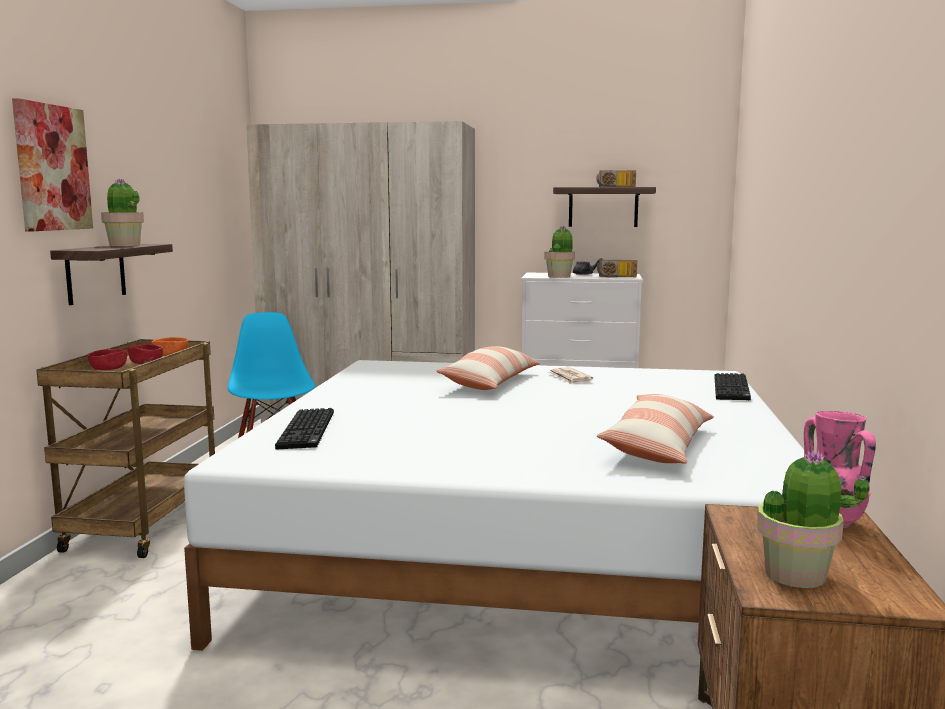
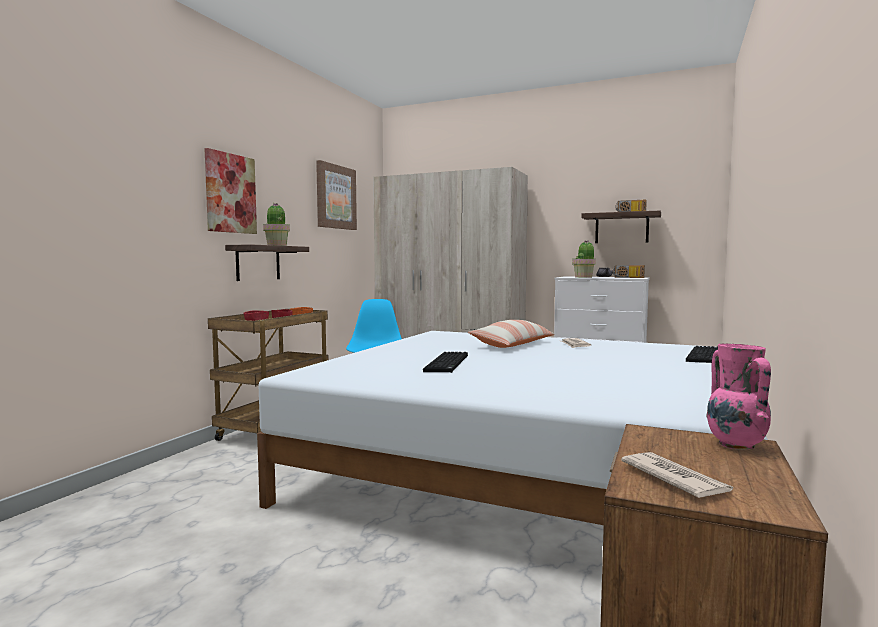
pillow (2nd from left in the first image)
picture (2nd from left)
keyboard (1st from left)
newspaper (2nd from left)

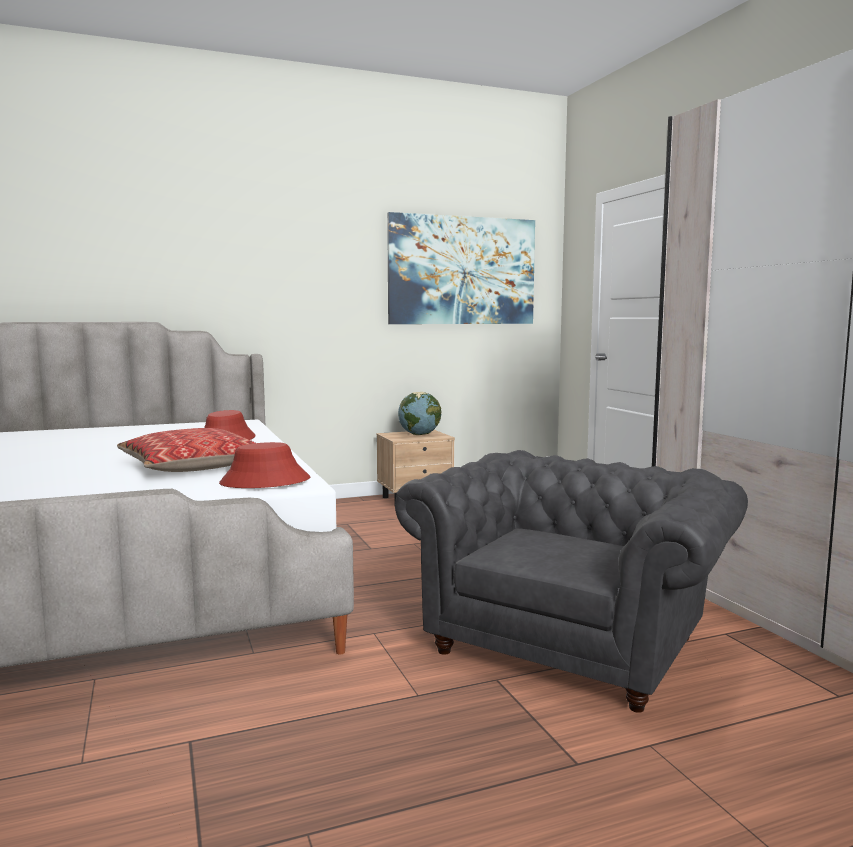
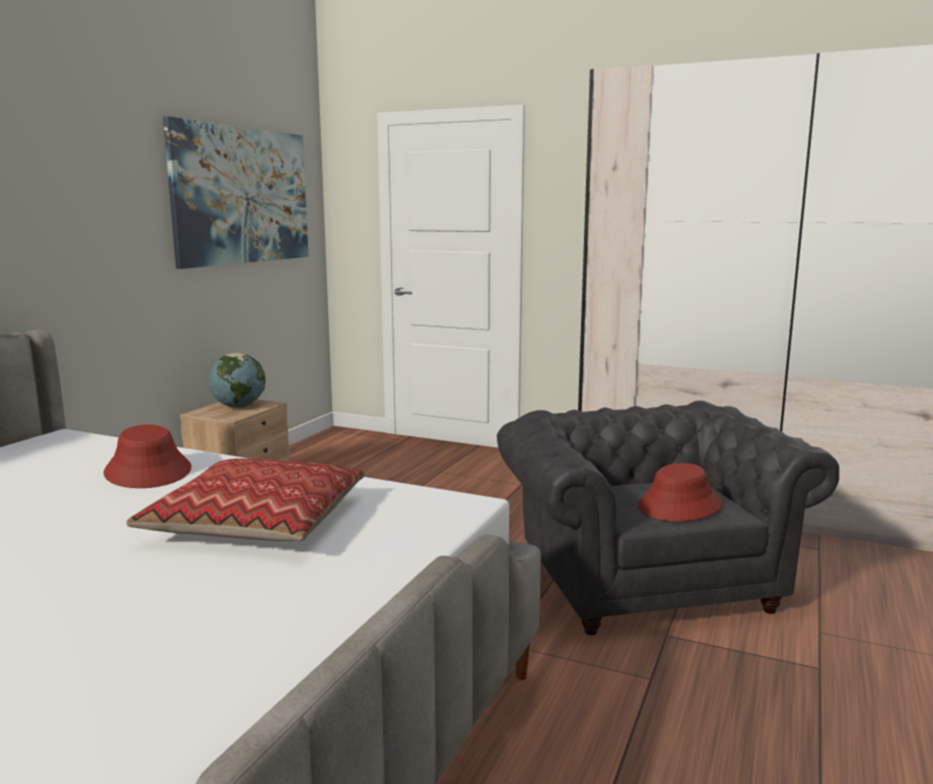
hat (red) (2nd from left)

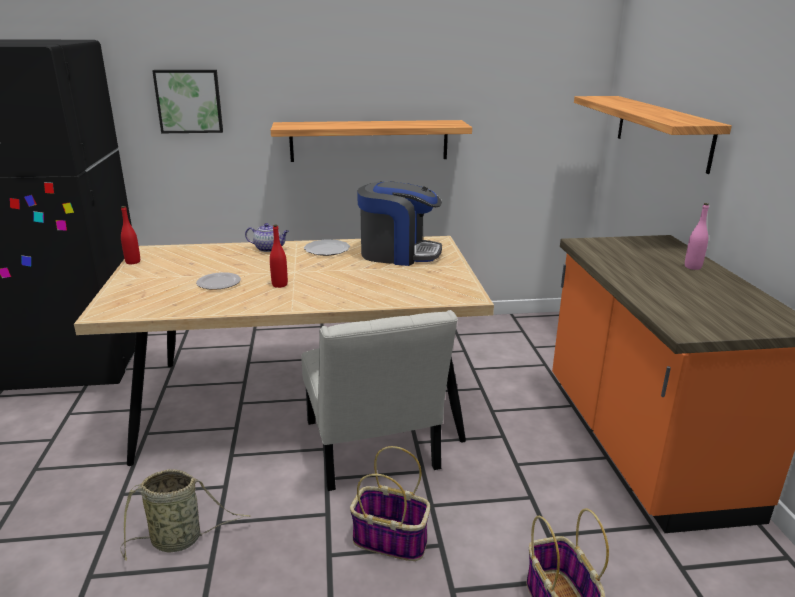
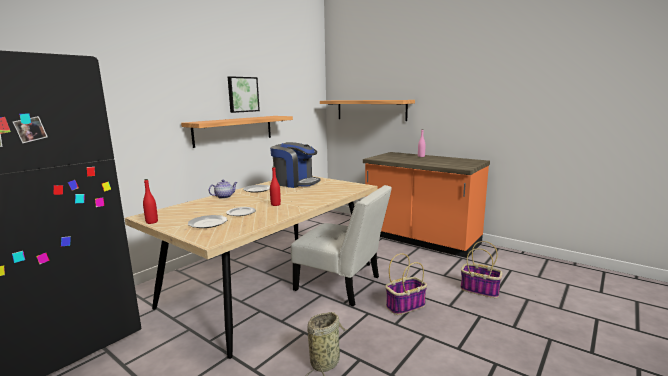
plate (1st from left)
picture
coffee machine

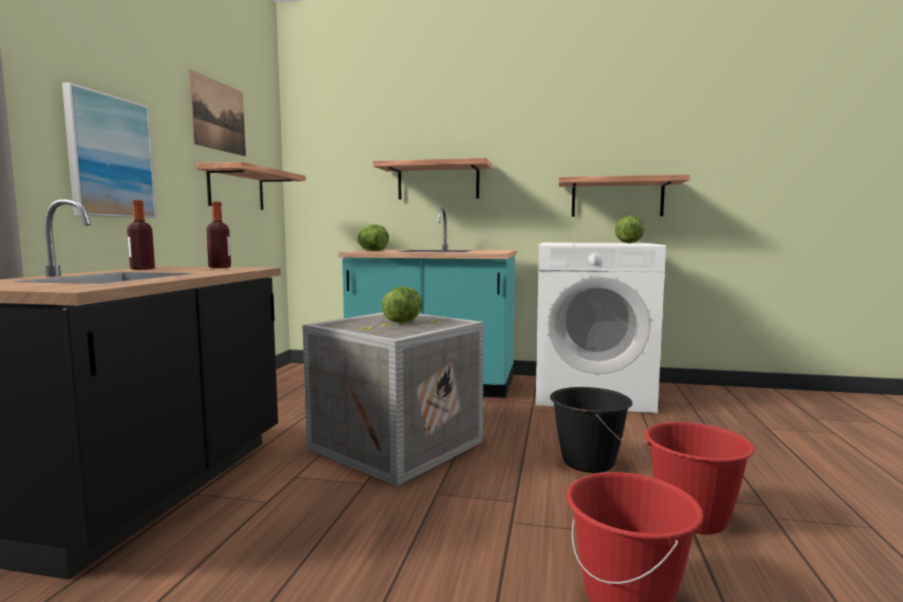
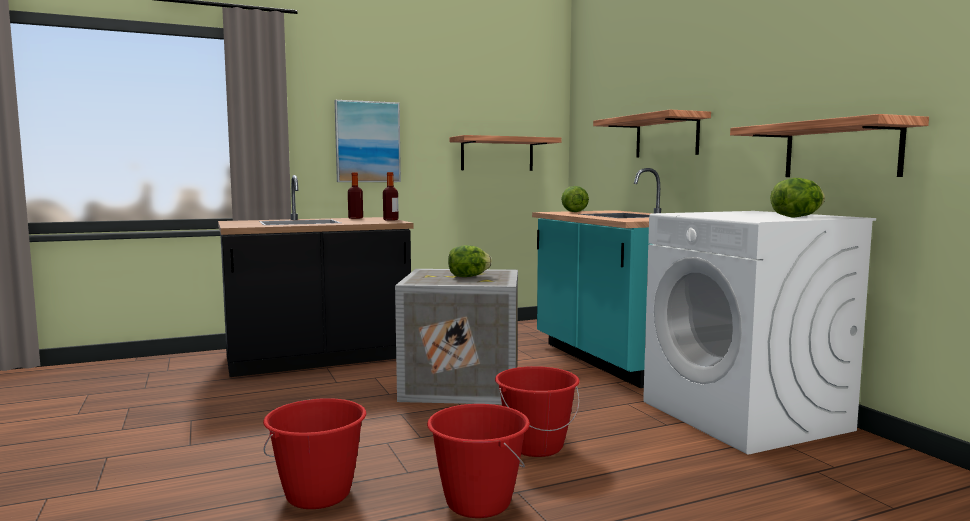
picture (2nd from left in the first image)
bucket (red) (3rd from left)

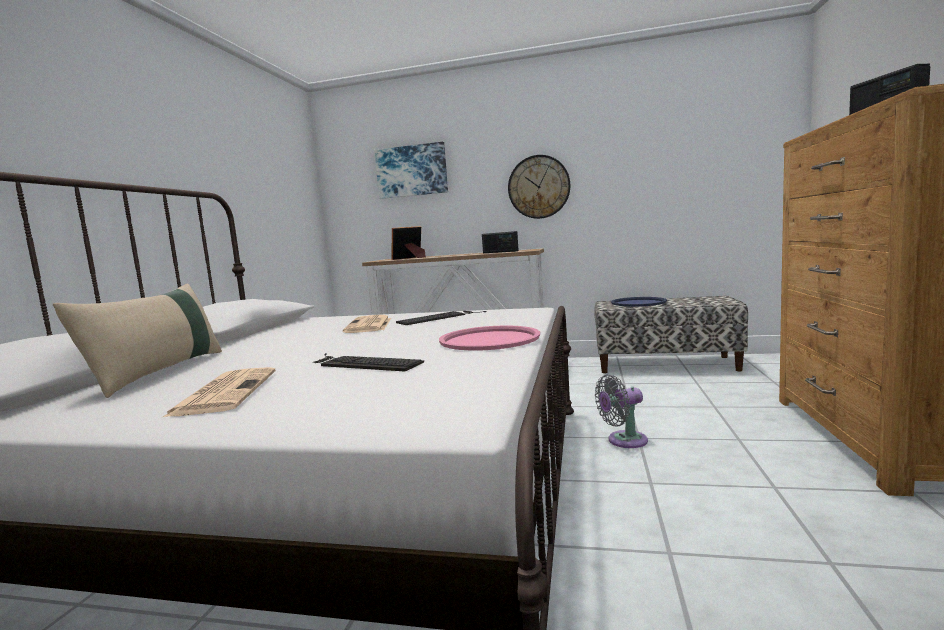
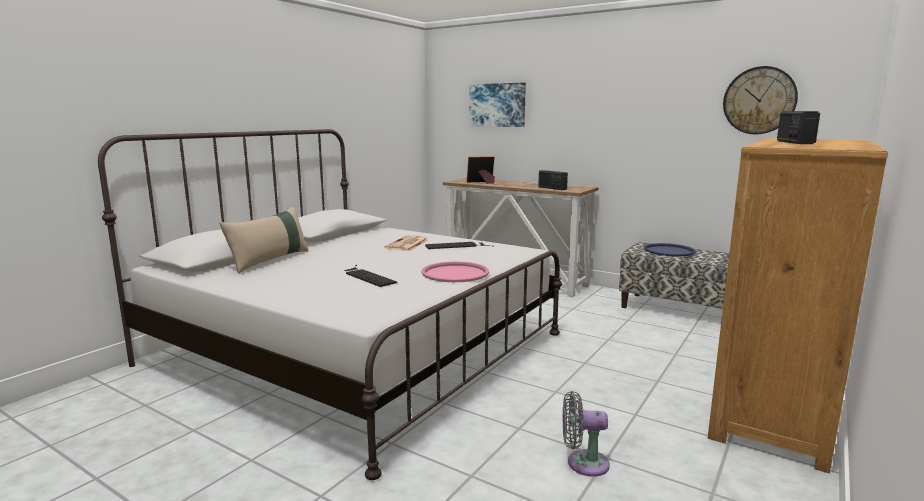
newspaper (1st from left in the first image)
wall clock
fan (grey)

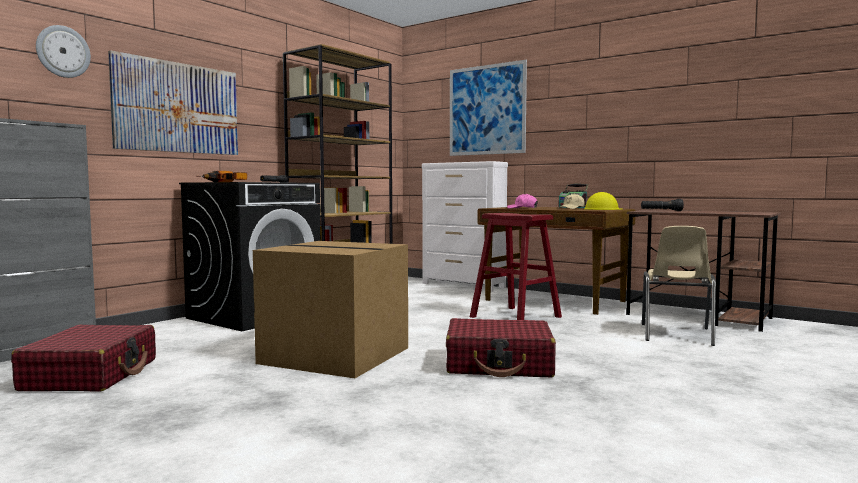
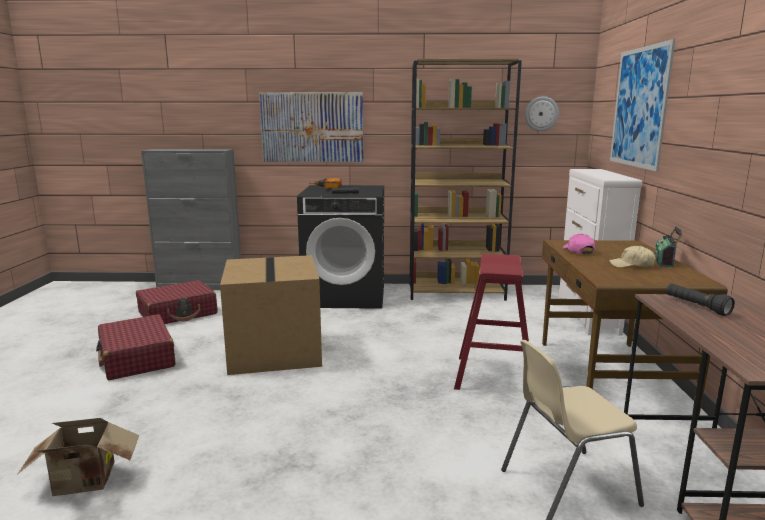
hard hat (yellow)
cardboard box (1st from left)
wall clock
suitcase (red) (1st from left)

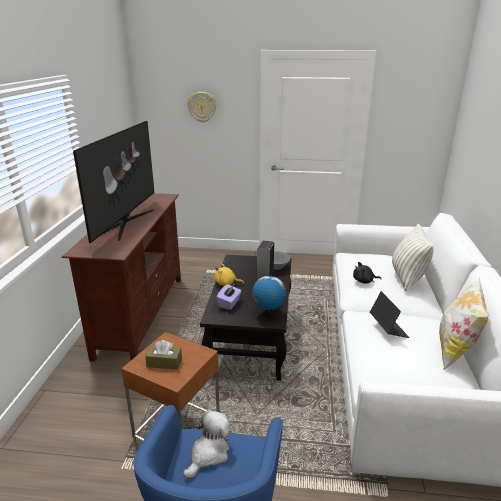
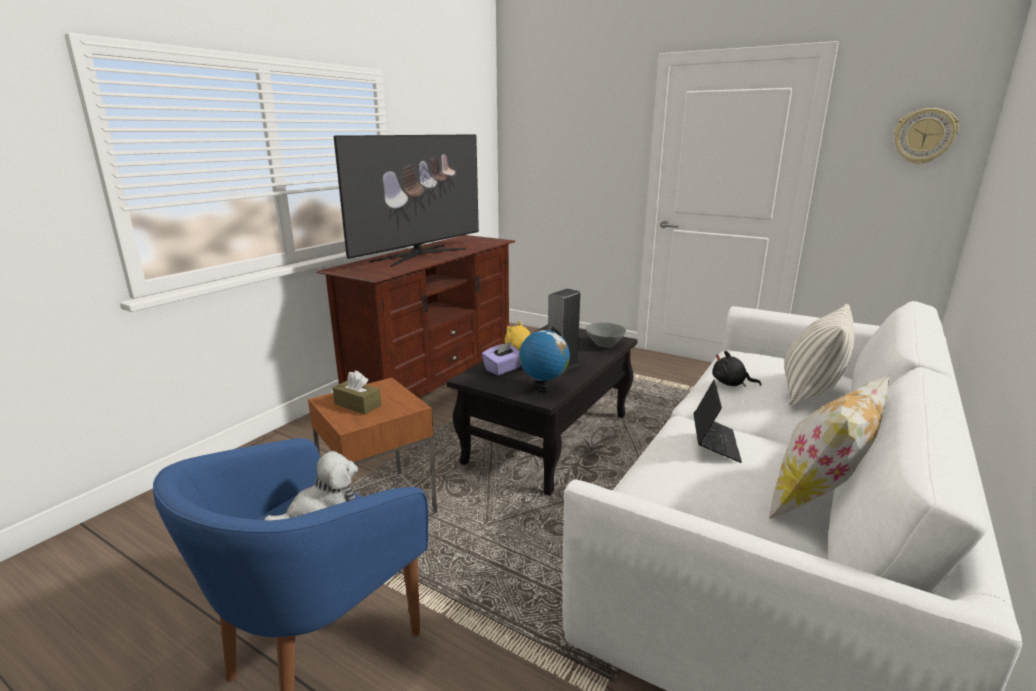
wall clock

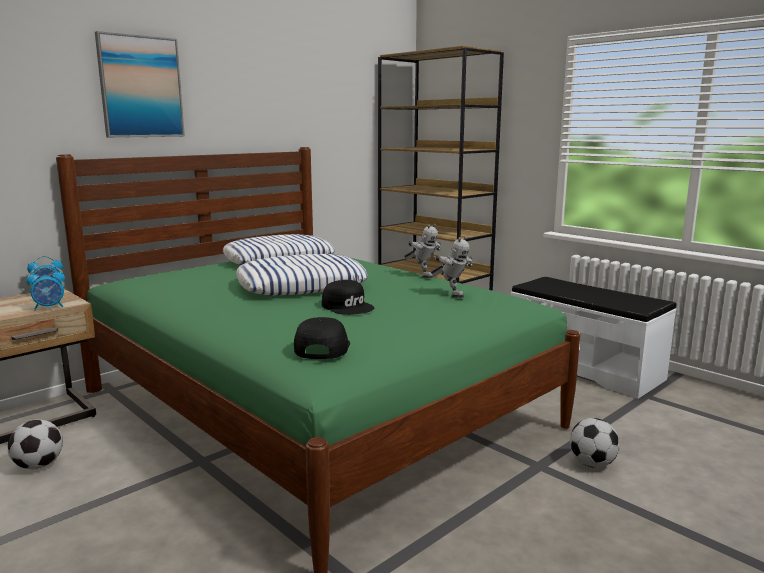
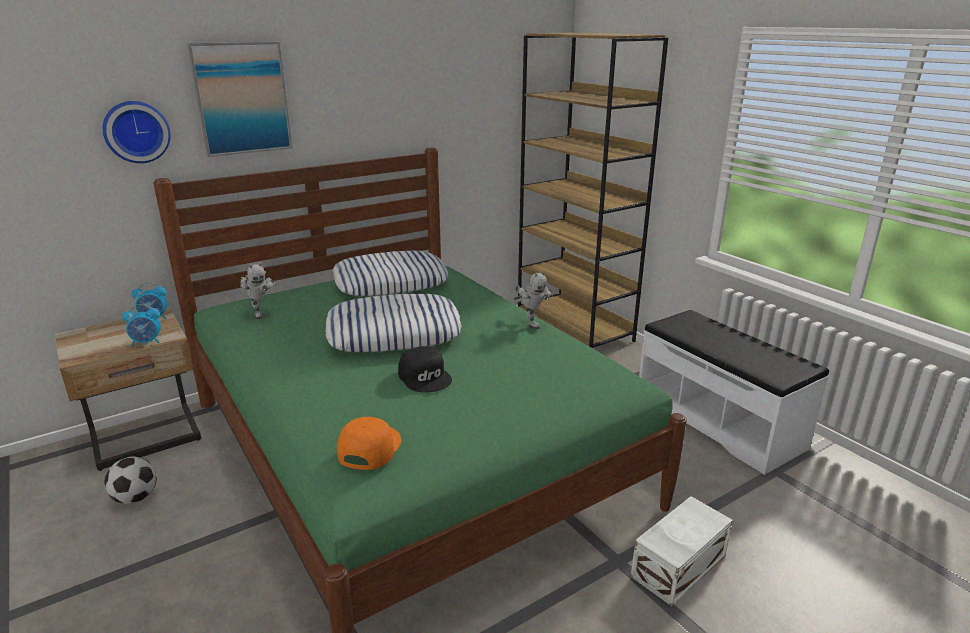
wall clock
toy robot (1st from left)
storage box (white)
cap (orange)

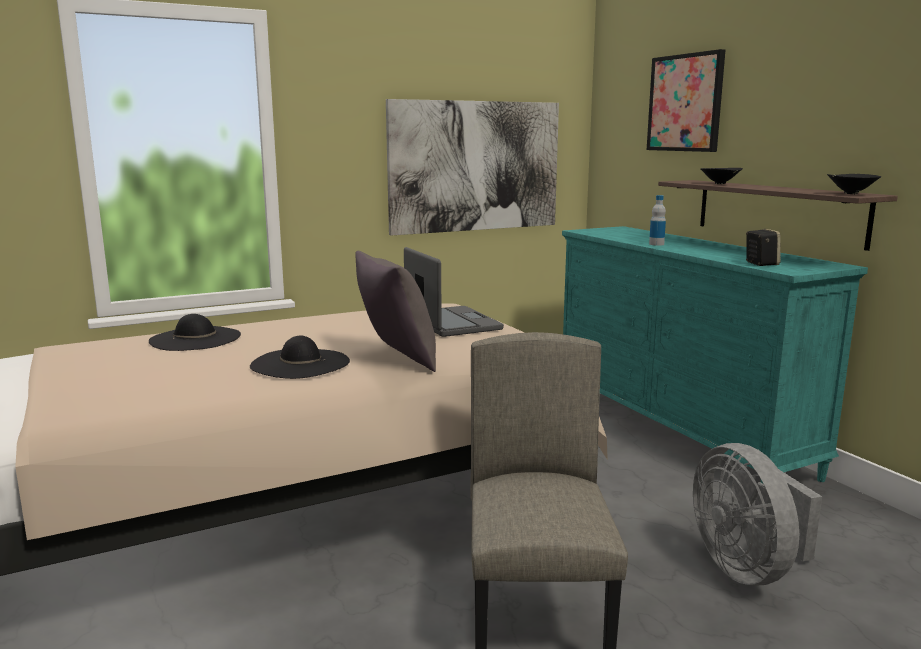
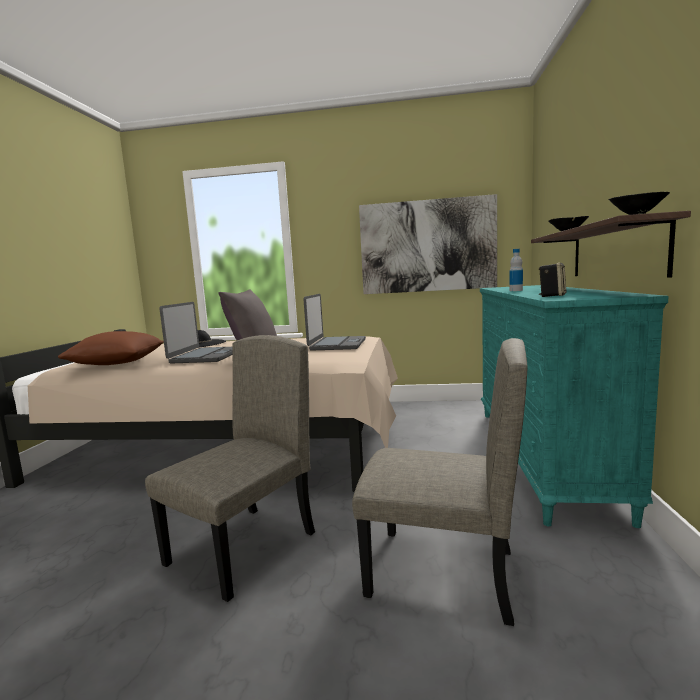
picture (2nd from left in the first image)
pillow (brown)
laptop (1st from left)
chair (beige) (2nd from left)

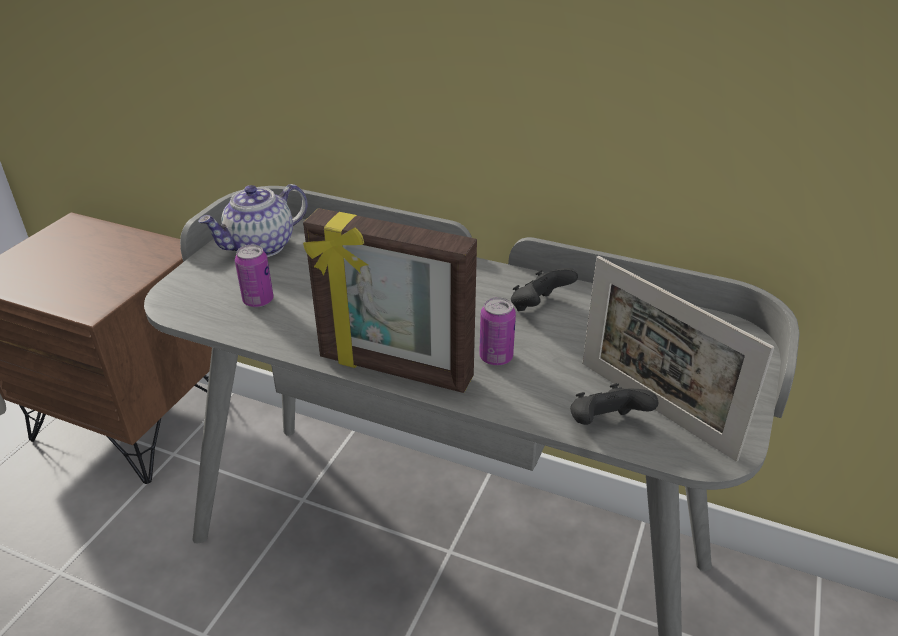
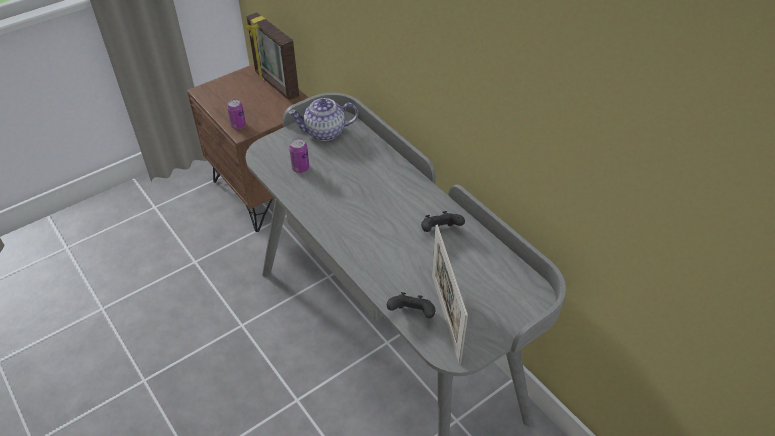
picture frame (1st from left)
can (1st from left)

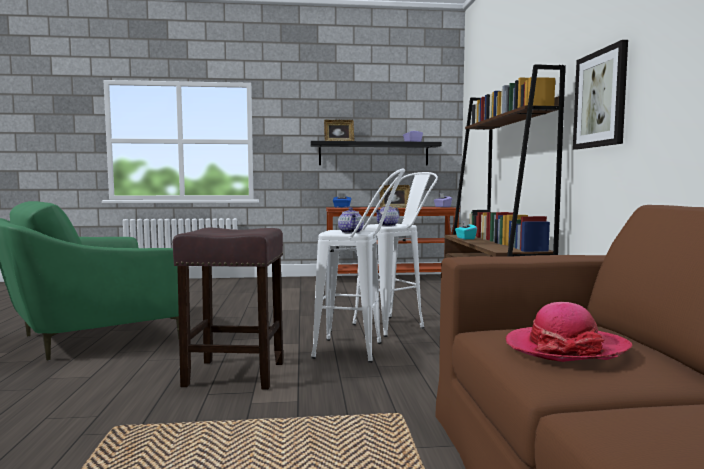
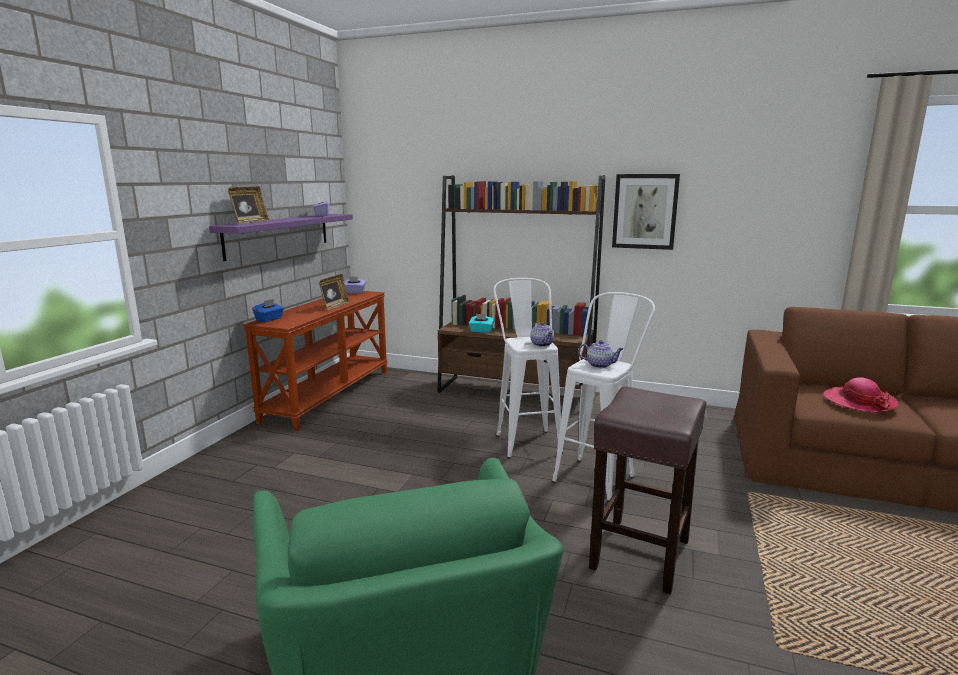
shelf (purple)

